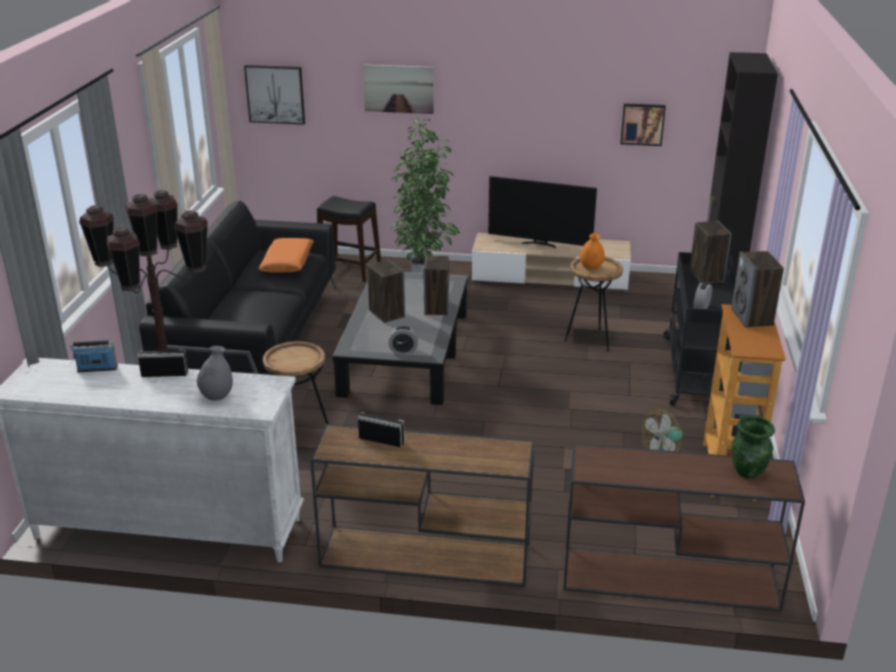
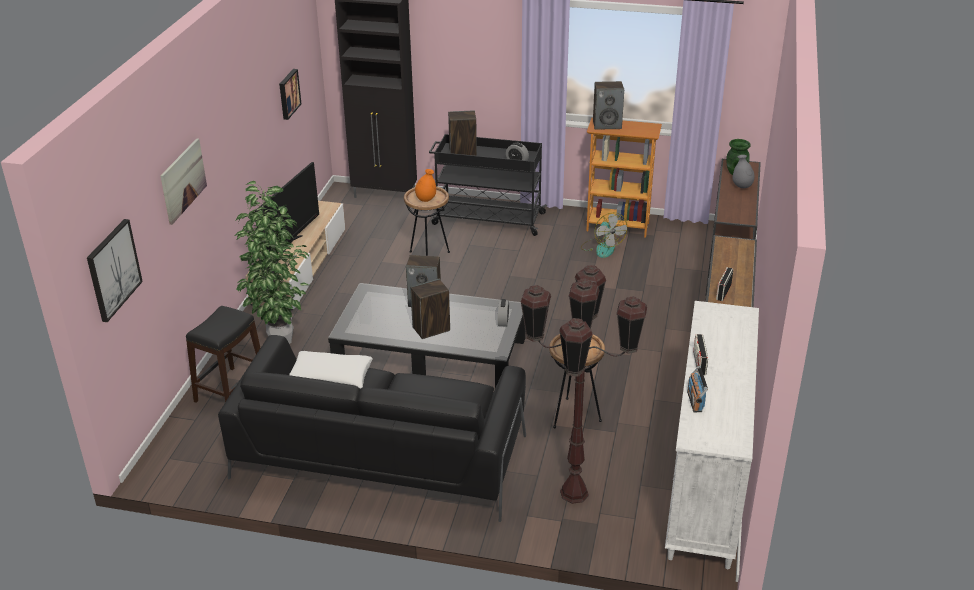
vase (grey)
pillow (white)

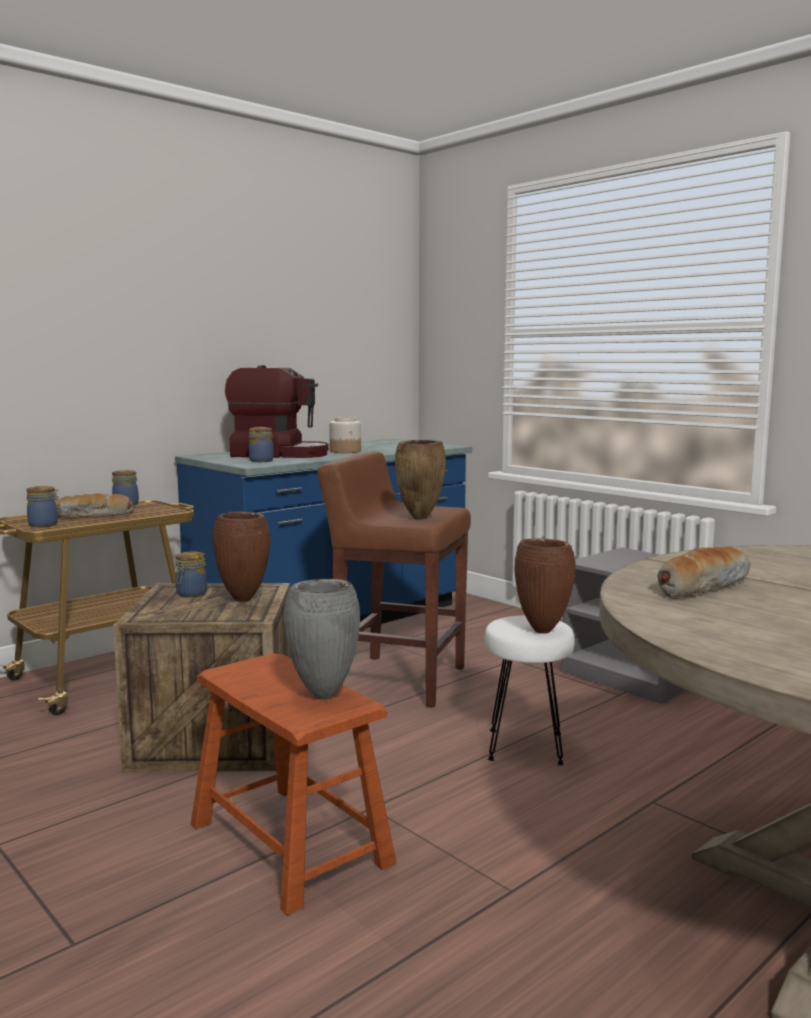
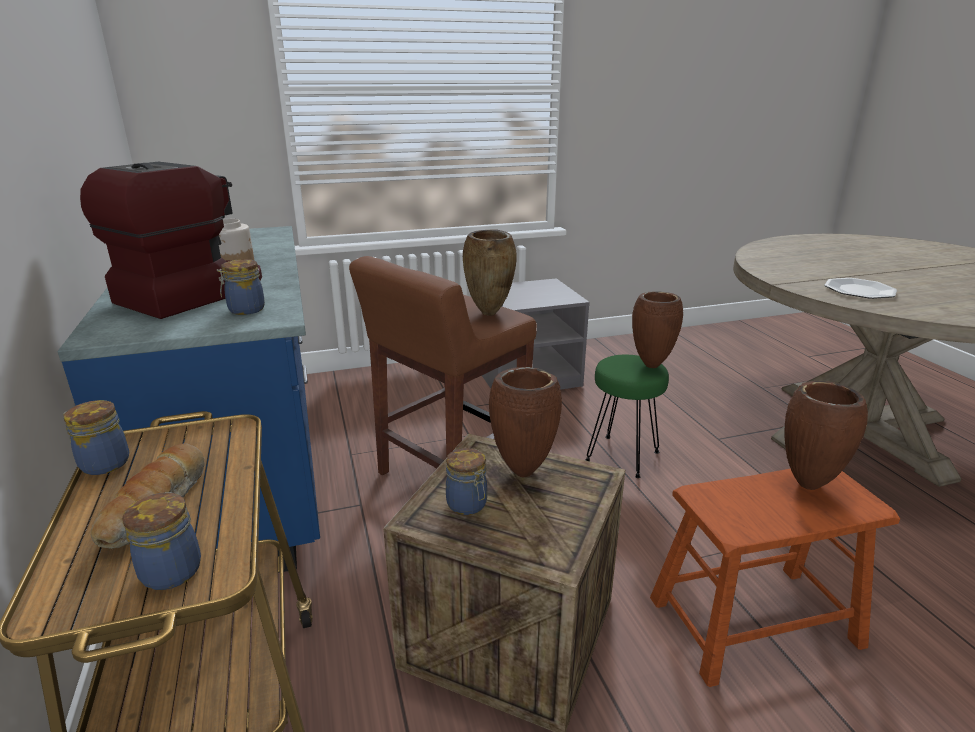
plate
vase (brown) (4th from left)
stool (green)

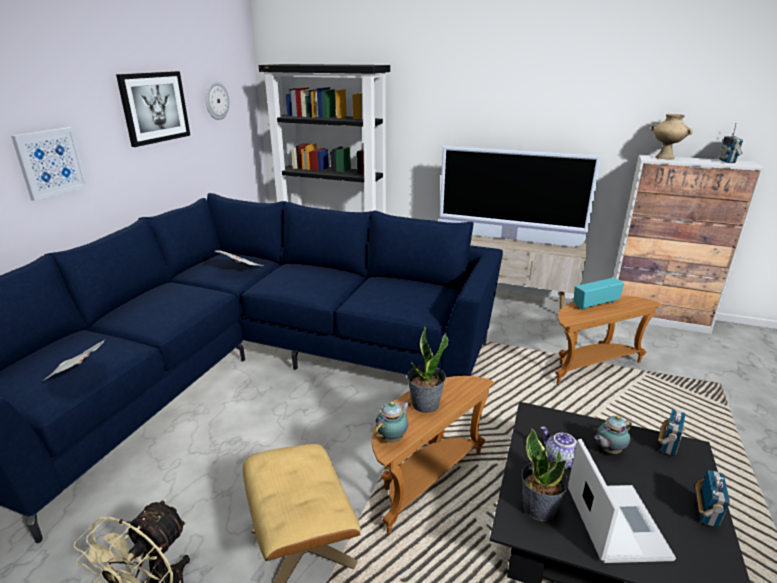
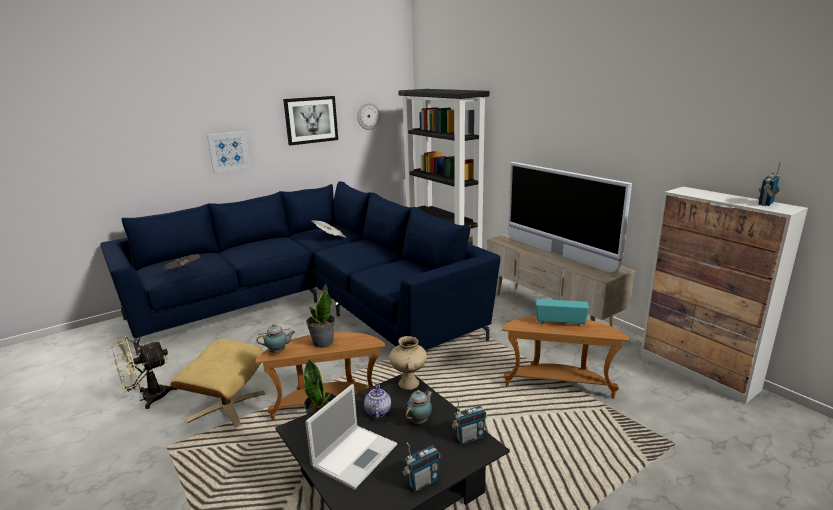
vase (beige)
teapot (3rd from left)

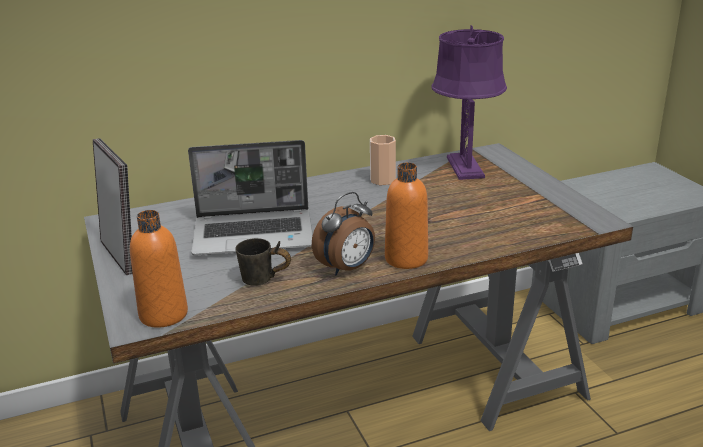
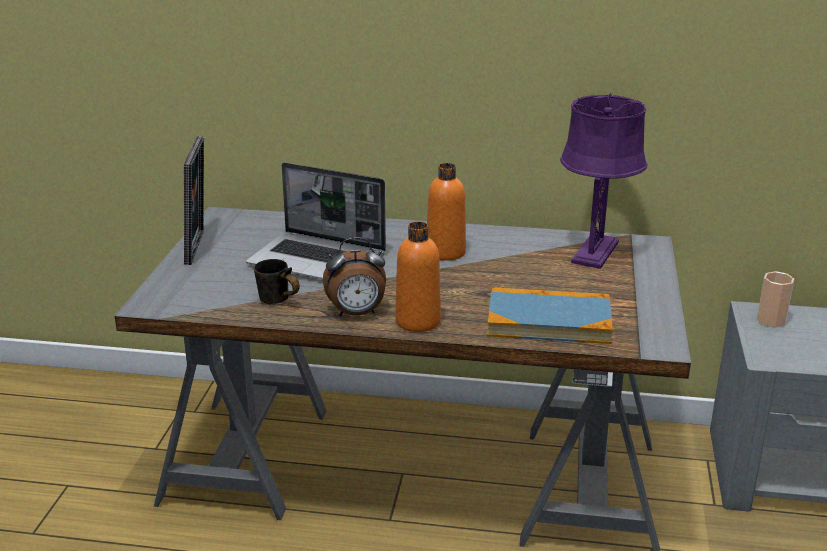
book
bottle (orange) (2nd from left)
cup

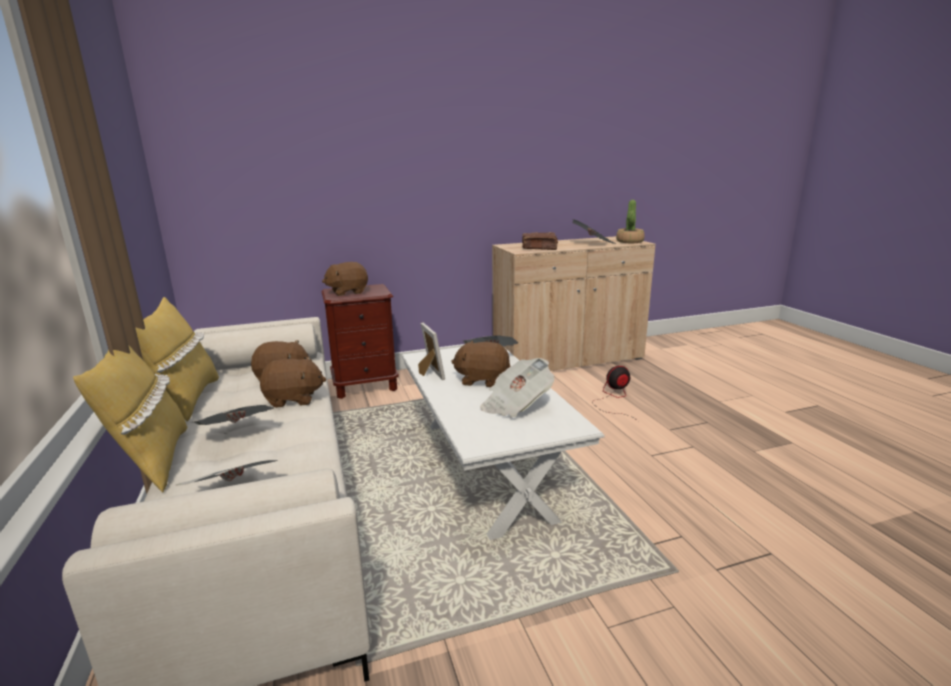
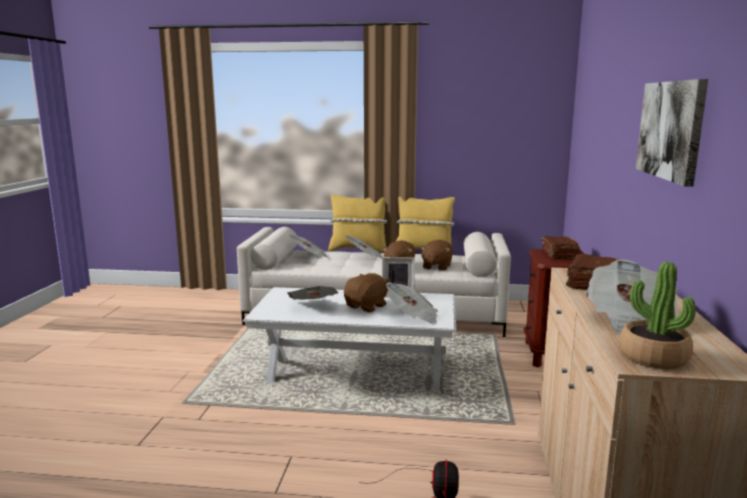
picture
book (brown) (1st from left)

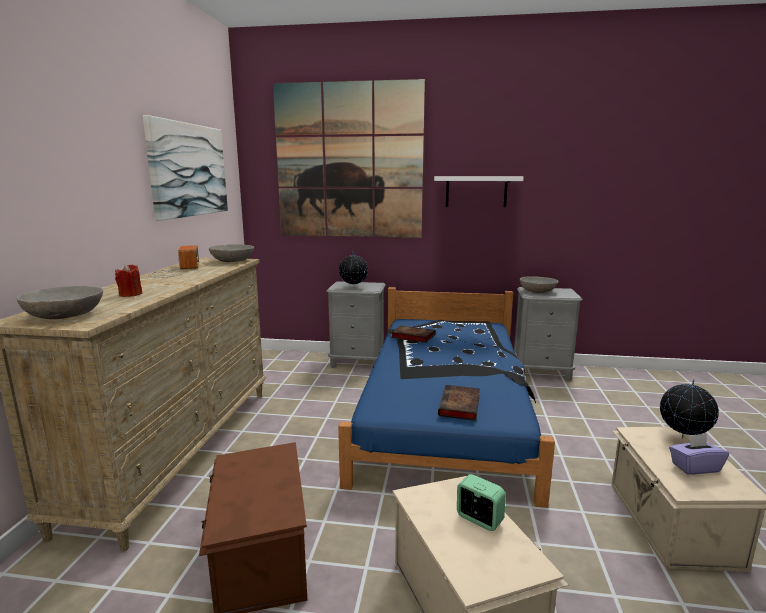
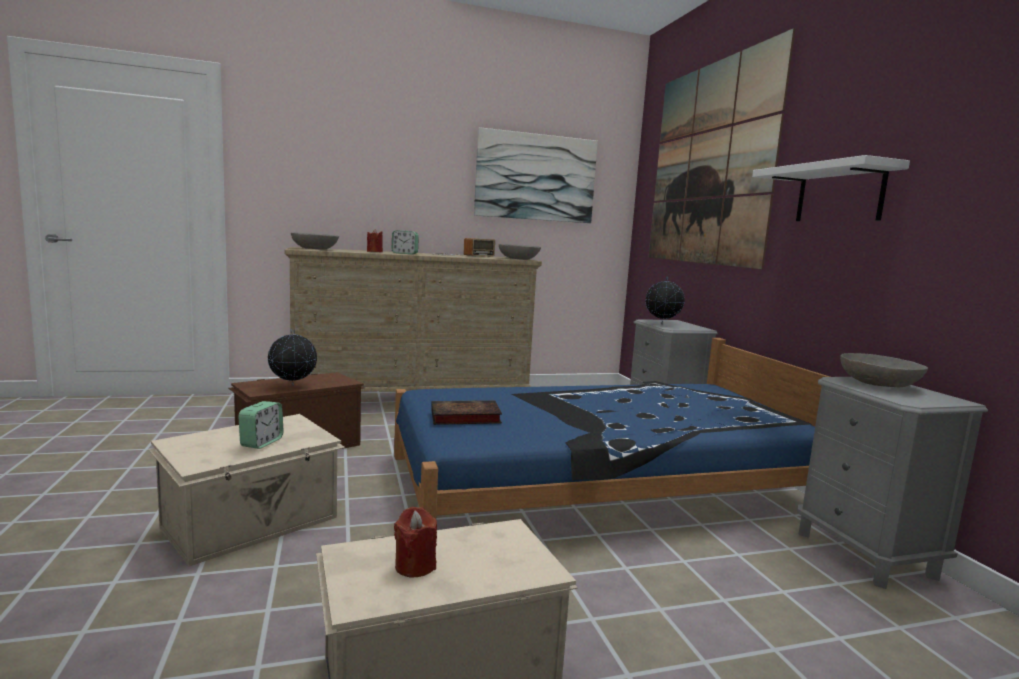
book (1st from left in the first image)
alarm clock (2nd from left)
globe (1st from left)
candle (red) (2nd from left)

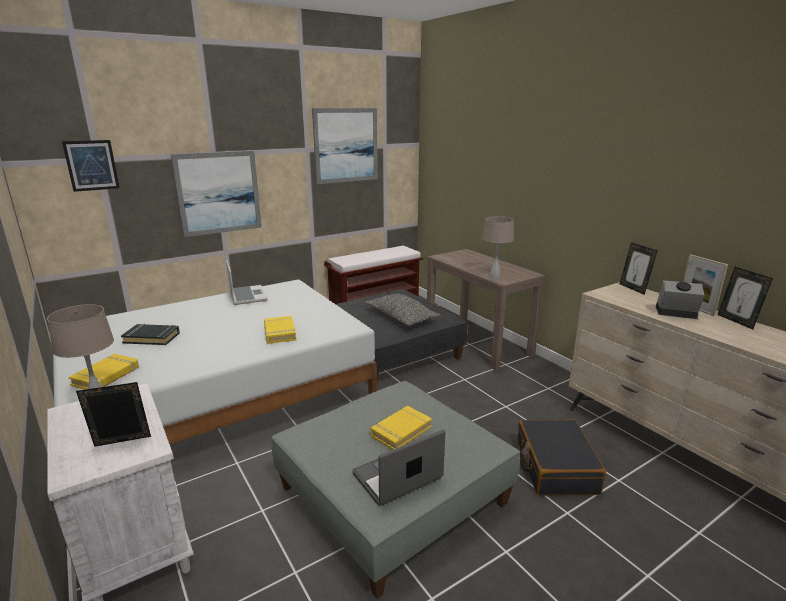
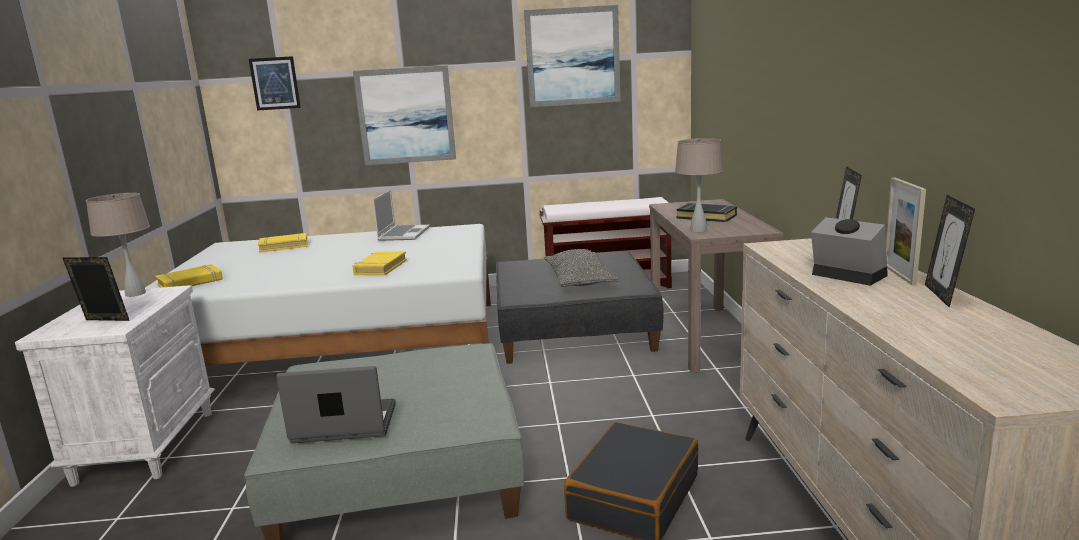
book (black)
book (yellow) (2nd from left)

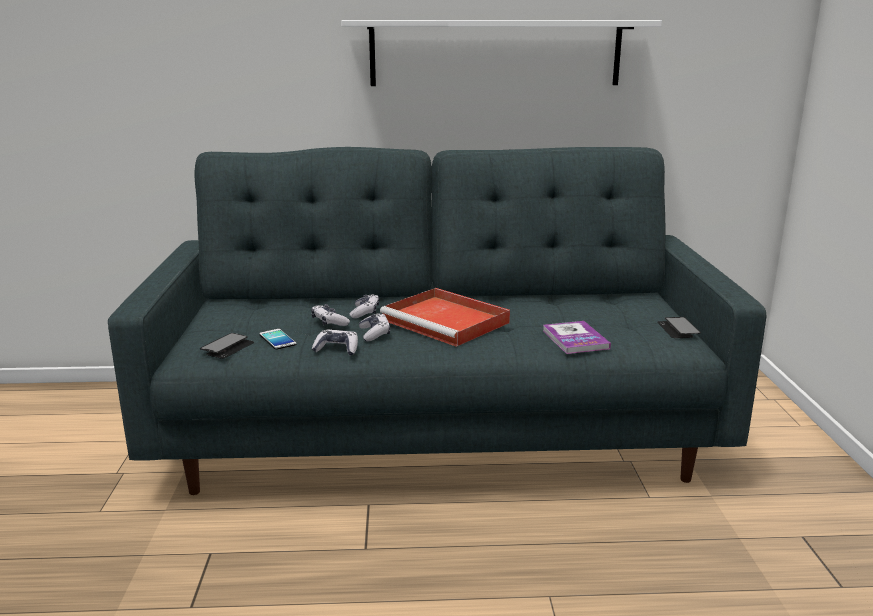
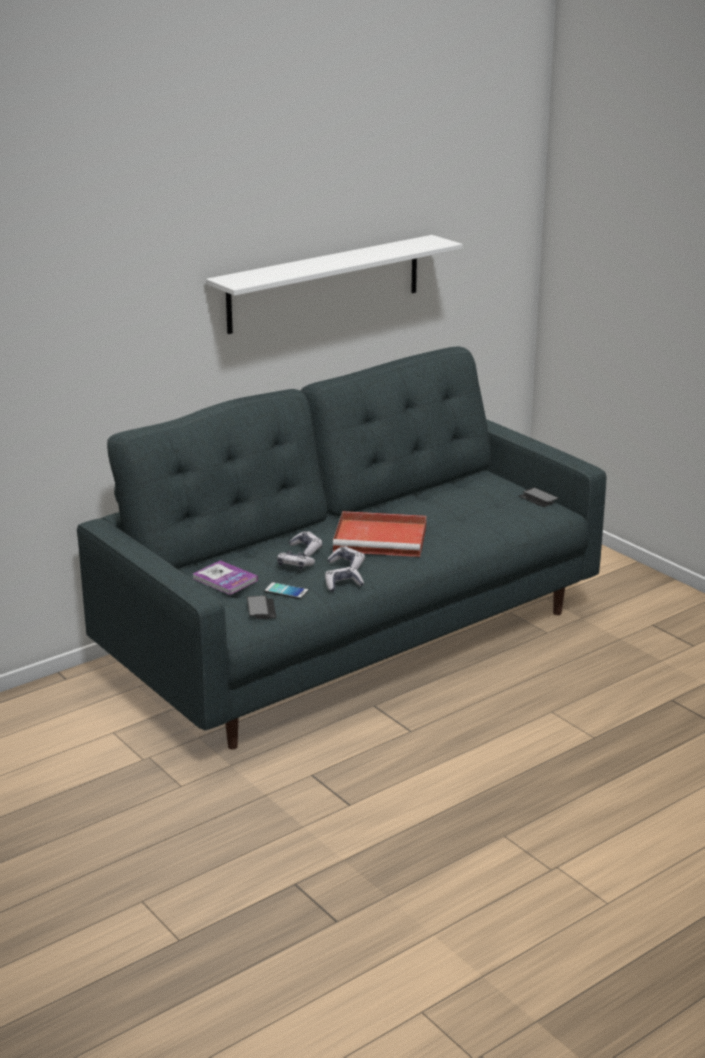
book

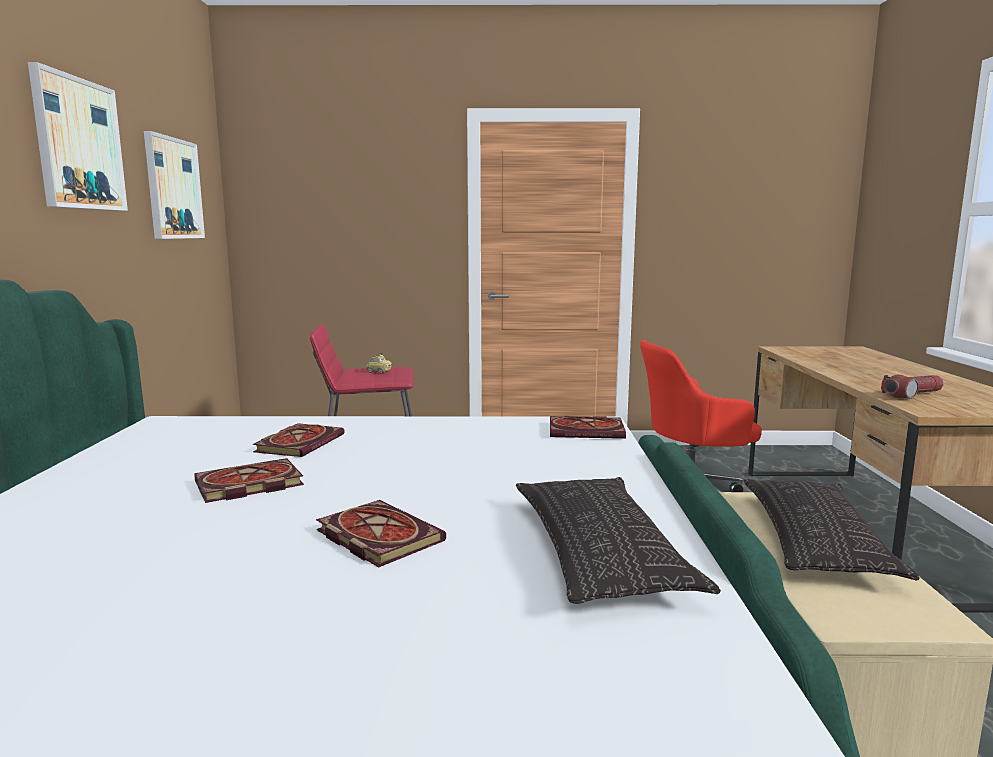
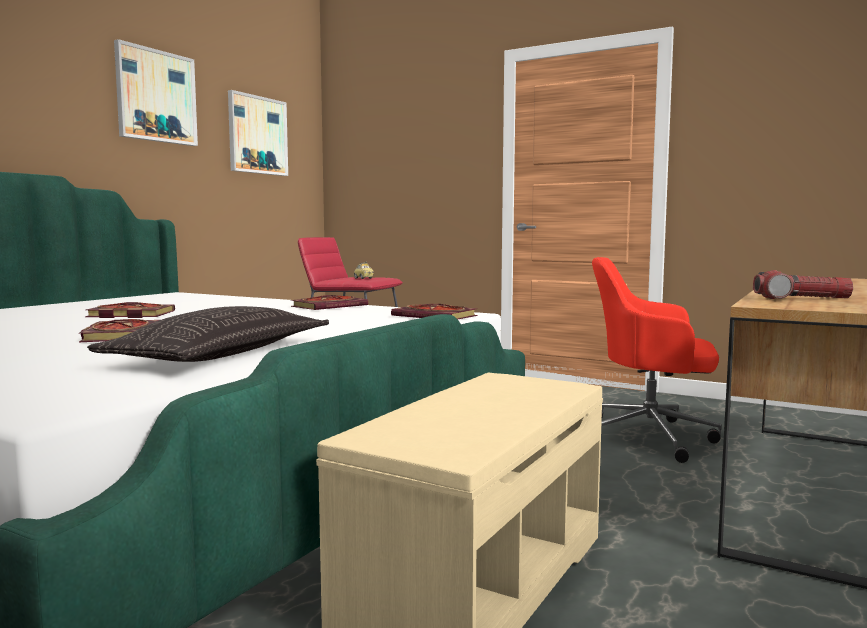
pillow (2nd from left in the first image)
book (3rd from left)

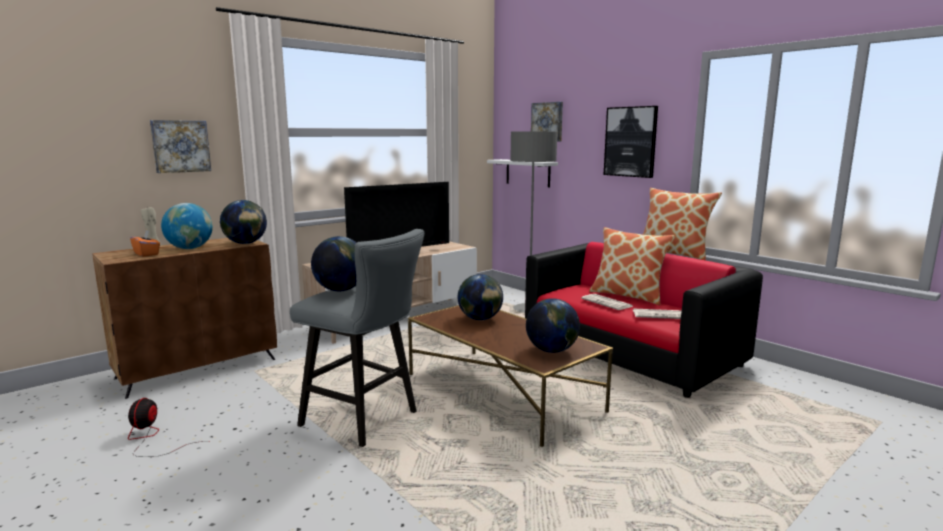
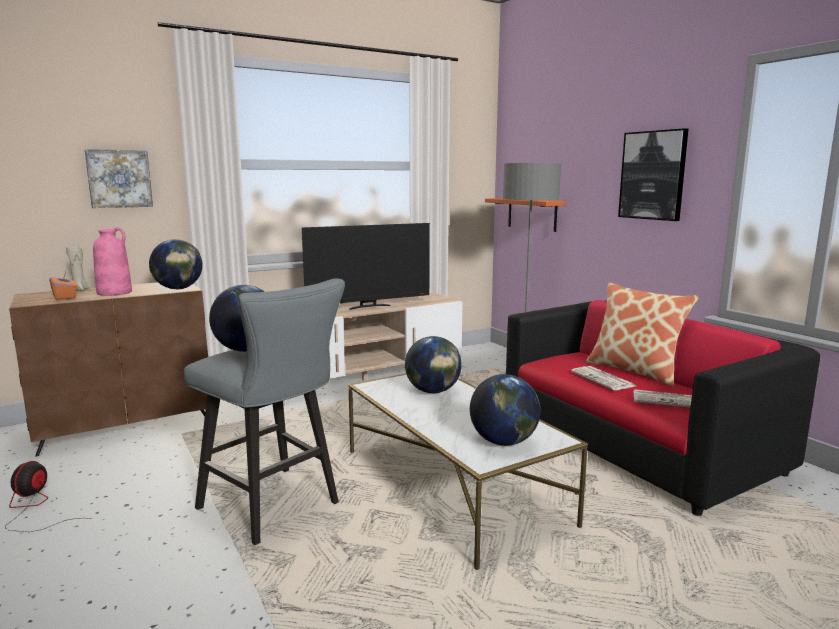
picture (2nd from left in the first image)
pillow (2nd from left in the first image)
vase (pink)
coffee table (white)
shelf (orange)

